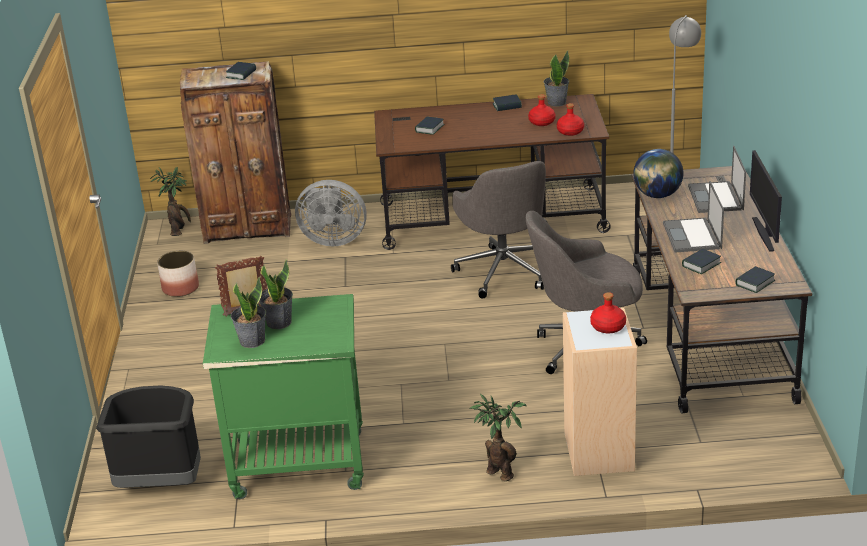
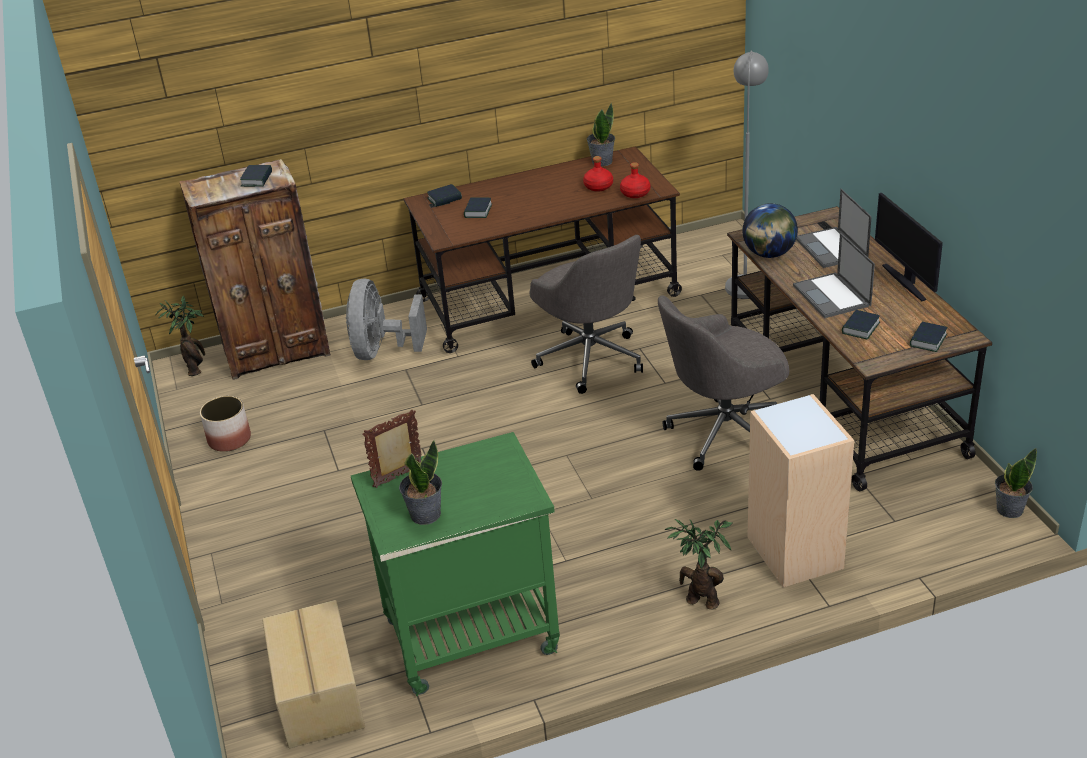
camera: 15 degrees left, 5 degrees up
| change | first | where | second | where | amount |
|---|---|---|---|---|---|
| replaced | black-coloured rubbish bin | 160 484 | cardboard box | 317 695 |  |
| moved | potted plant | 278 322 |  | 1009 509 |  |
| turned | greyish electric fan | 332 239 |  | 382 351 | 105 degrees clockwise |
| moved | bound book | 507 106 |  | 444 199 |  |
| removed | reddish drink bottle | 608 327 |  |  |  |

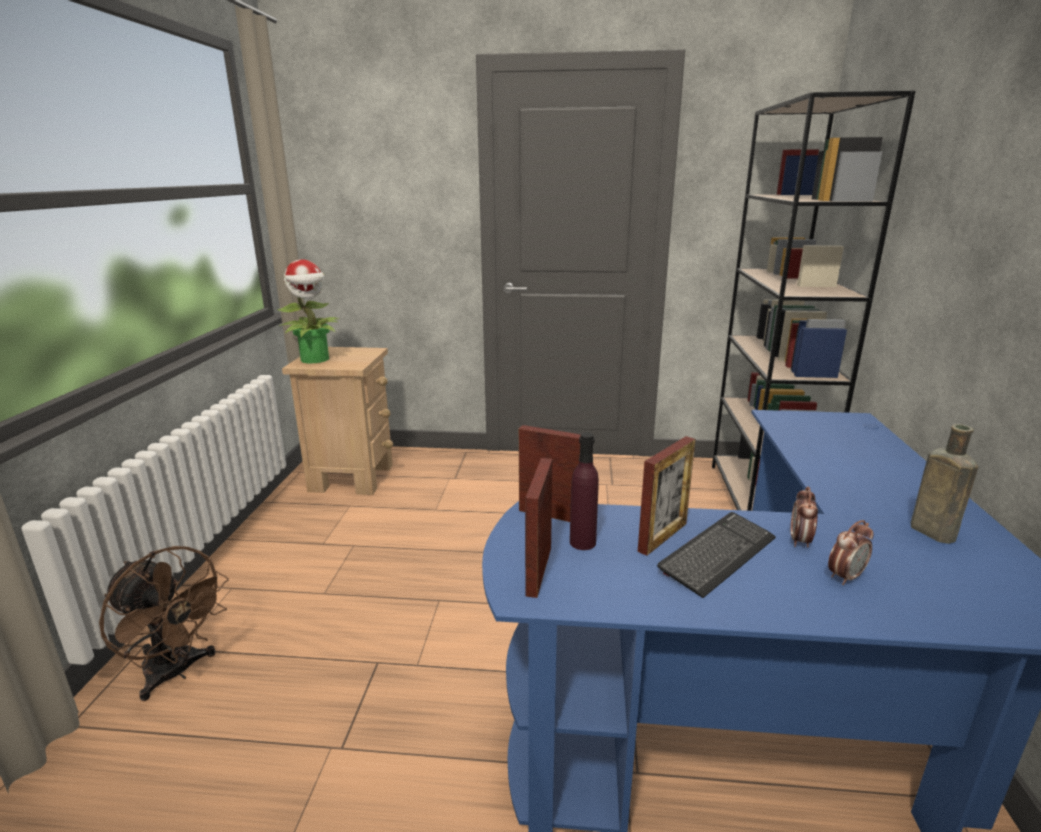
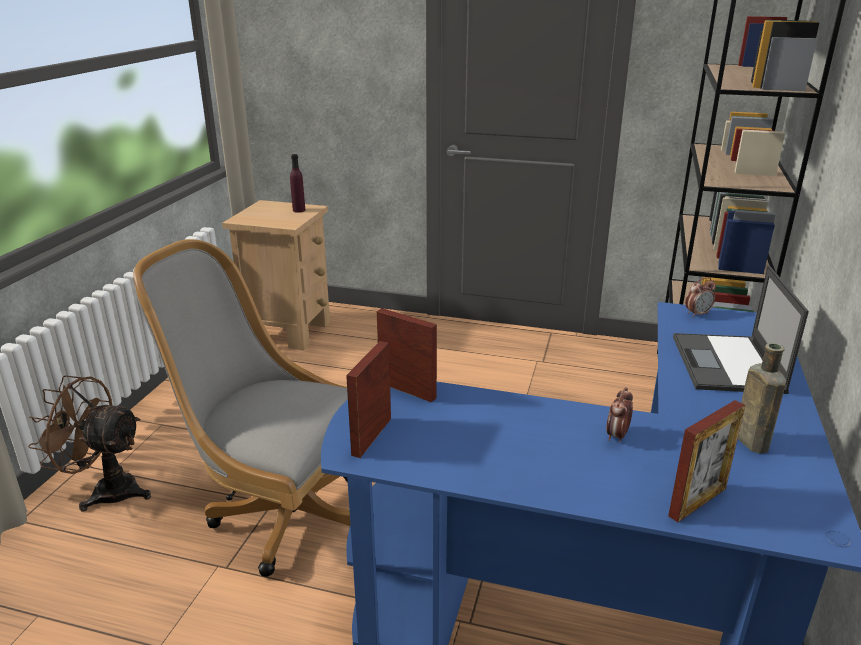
camera: 10 degrees right, 5 degrees up
| change | first | where | second | where | amount |
|---|---|---|---|---|---|
| turned | brown-coloured electric fan | 177 673 |  | 106 490 | 150 degrees clockwise |
| removed | potted plant | 316 359 |  |  |  |
| moved | purple drink bottle | 582 542 |  | 299 210 |  |
| moved | standing frame | 662 537 |  | 697 502 |  |
| removed | keyboard | 718 555 |  |  |  |
| moved | alarm clock | 845 577 |  | 697 314 |  |
| added |  |  | greyish office chair | 279 513 |  |
| added |  |  | portable computer | 727 364 |  |

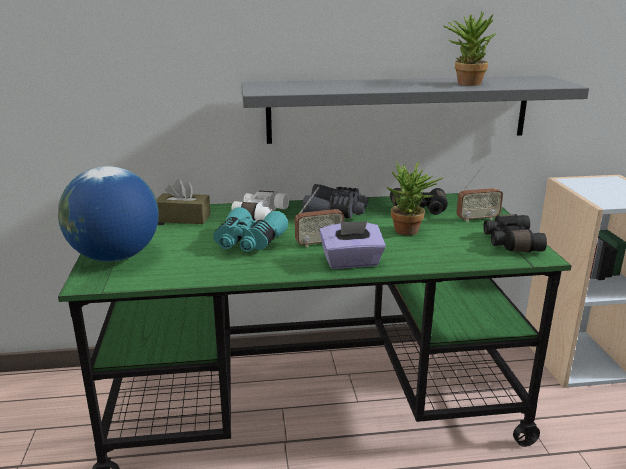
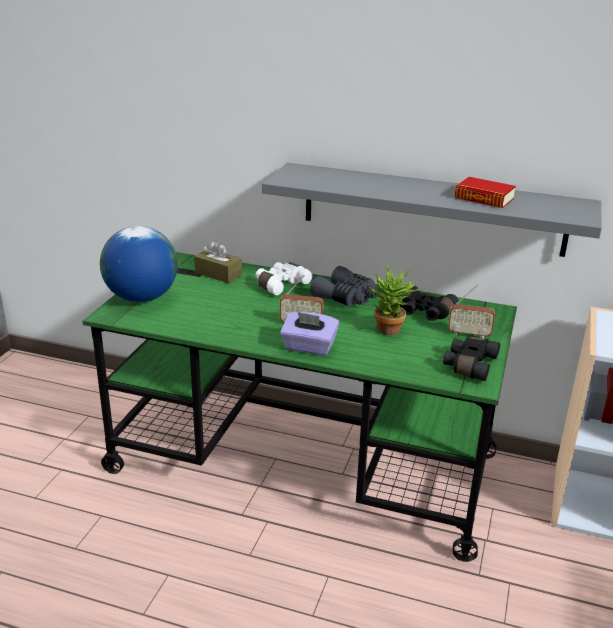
camera: 25 degrees right, 5 degrees up
| change | first | where | second | where | amount |
|---|---|---|---|---|---|
| removed | turquoise binoculars | 248 242 |  |  |  |
| replaced | potted plant | 465 83 | bound book | 484 198 |  |

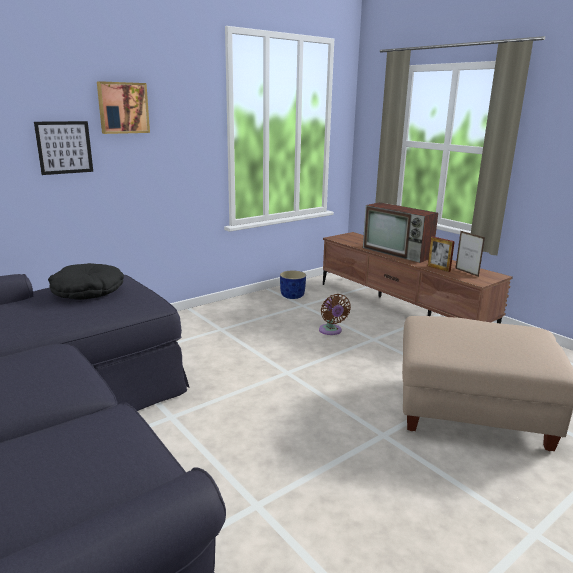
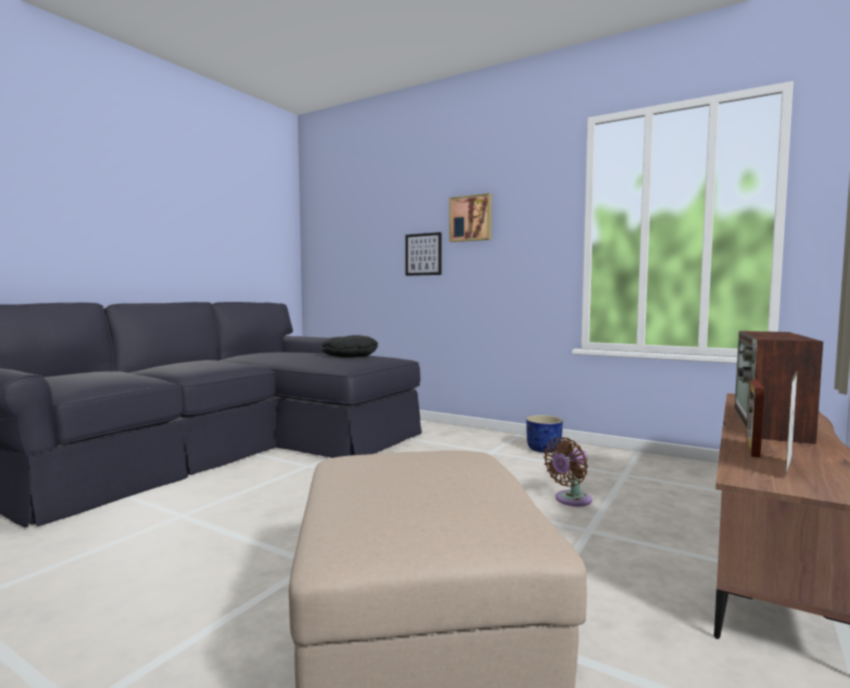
camera: 70 degrees right, 15 degrees down
| change | first | where | second | where | amount |
|---|---|---|---|---|---|
| moved | blue plant pot | 292 296 |  | 544 449 |  |

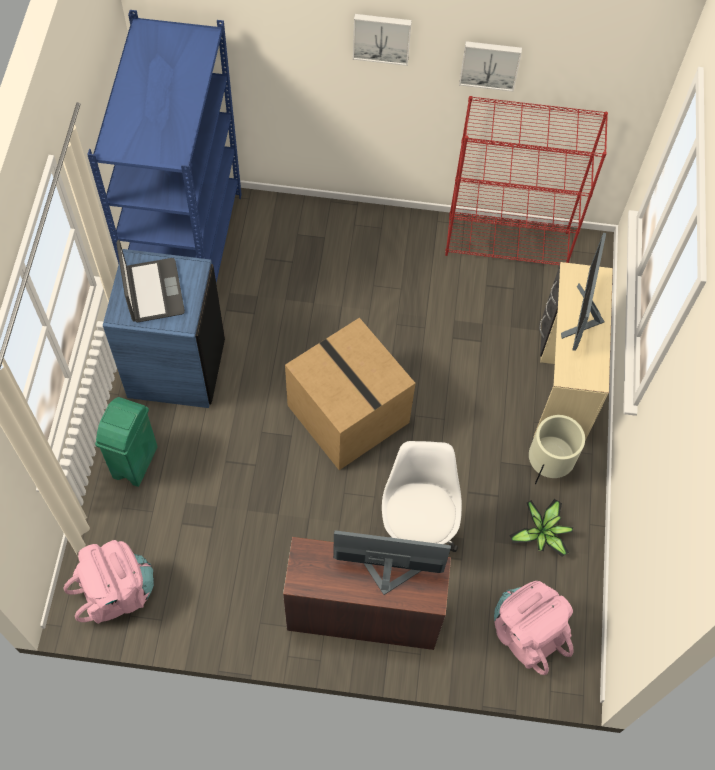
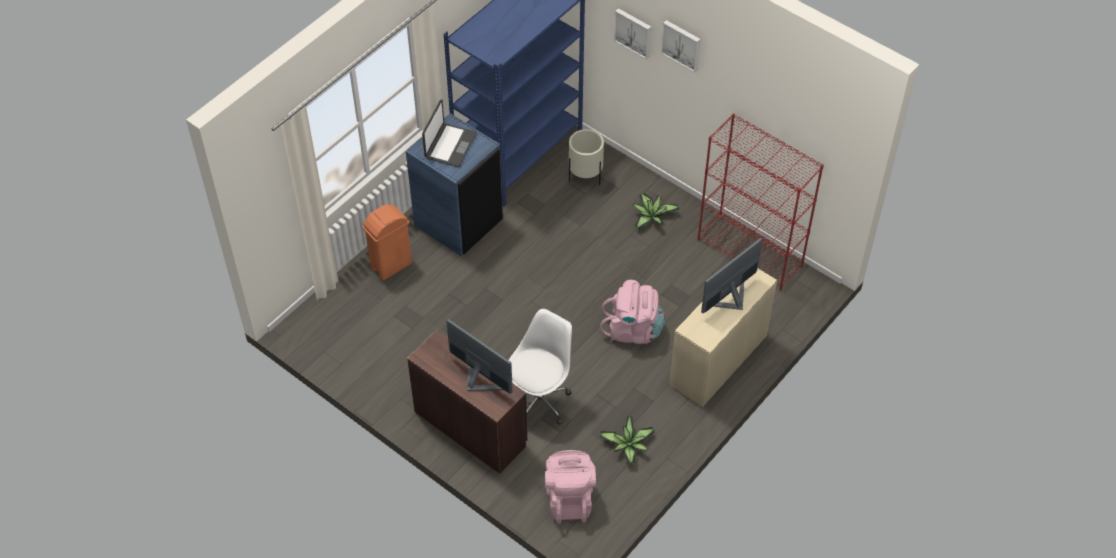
camera: 35 degrees right, 10 degrees down
| change | first | where | second | where | amount |
|---|---|---|---|---|---|
| moved | pink rucksack | 117 592 |  | 633 329 |  |
| recoloured | green-coloured rubbish bin | 134 463 | orange-coloured rubbish bin | 391 265 |  |
| removed | cardboard box | 346 413 |  |  |  |
| moved | picture | 490 64 |  | 633 32 |  |
| moved | sand-coloured plant pot | 548 466 |  | 585 176 |  |
| added |  |  | potted plant | 651 216 |  |

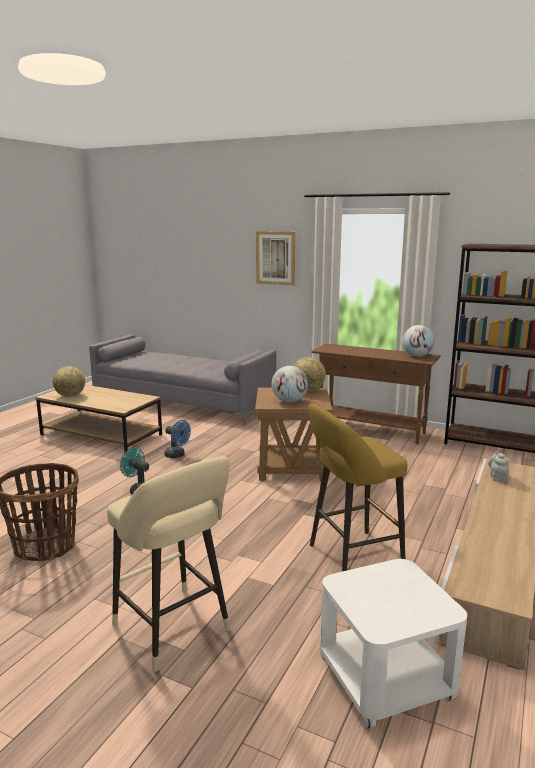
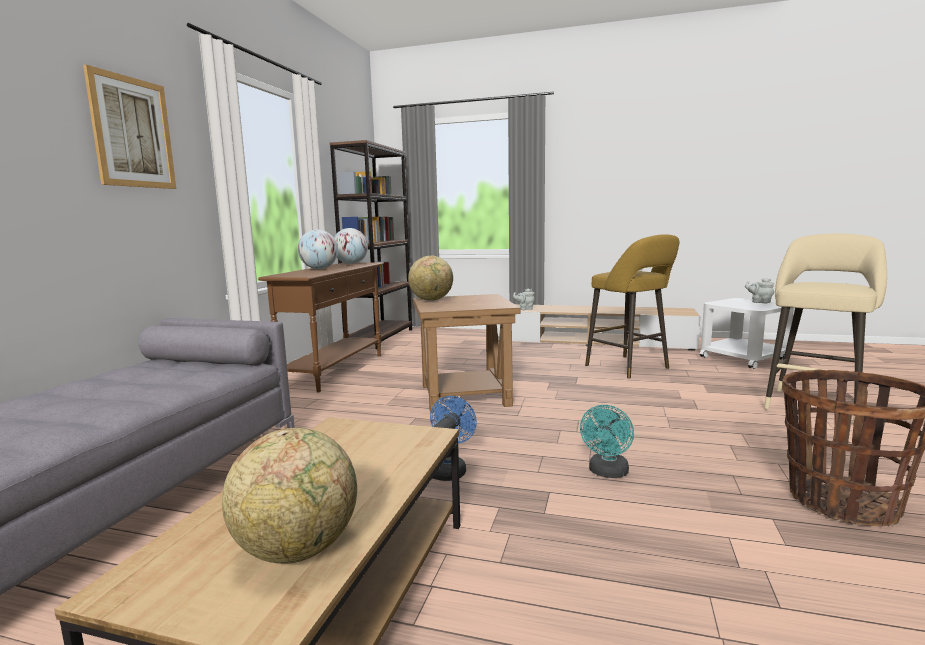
camera: 100 degrees left, 5 degrees down
| change | first | where | second | where | amount |
|---|---|---|---|---|---|
| moved | globe | 289 401 |  | 319 269 |  |
| added |  |  | greyish tea pot | 759 302 |  |

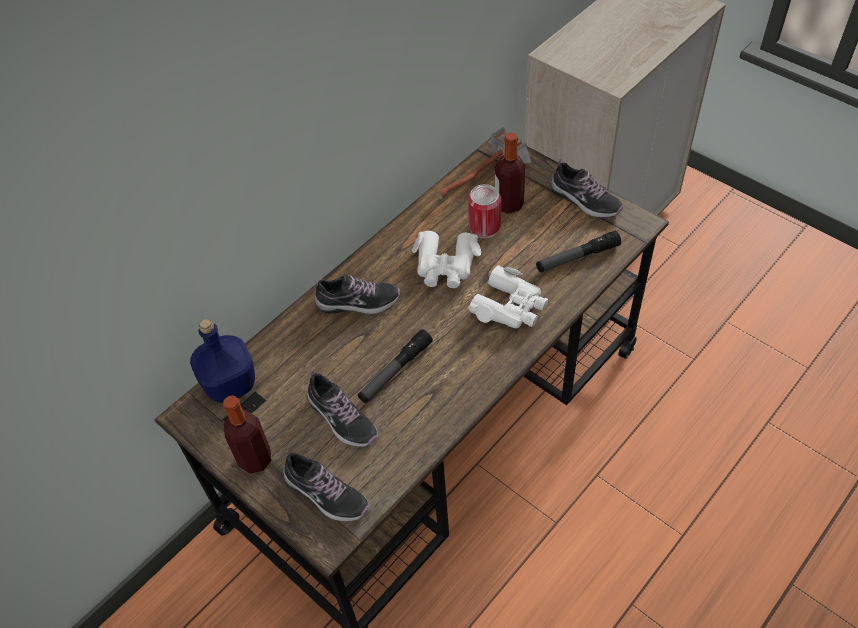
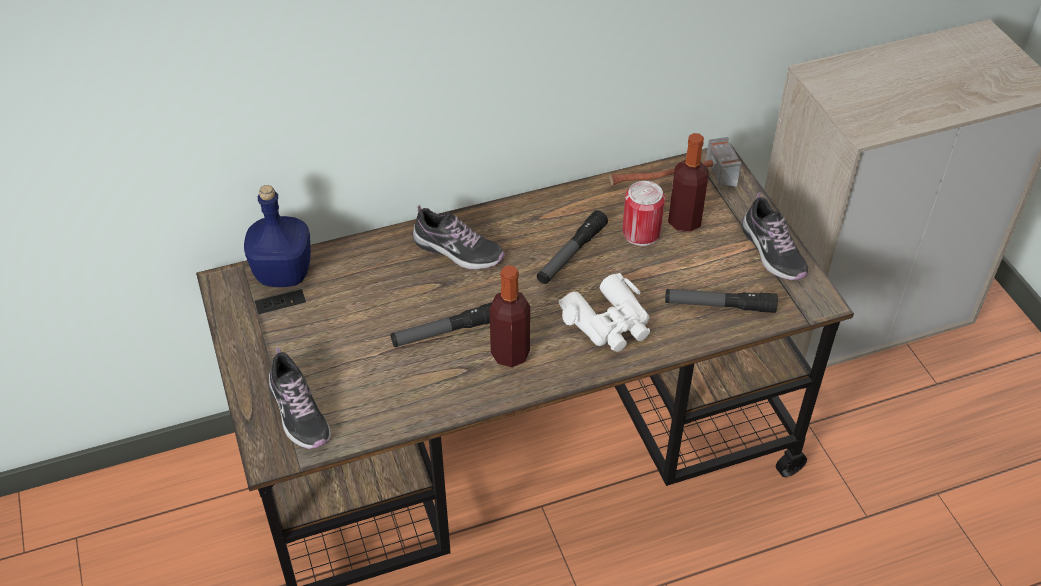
camera: 25 degrees right, 5 degrees down
| change | first | where | second | where | amount |
|---|---|---|---|---|---|
| moved | drink bottle | 255 459 |  | 510 354 |  |
| removed | item of footwear | 342 418 |  |  |  |
| replaced | whitish binoculars | 445 266 | hand torch | 571 254 |  |

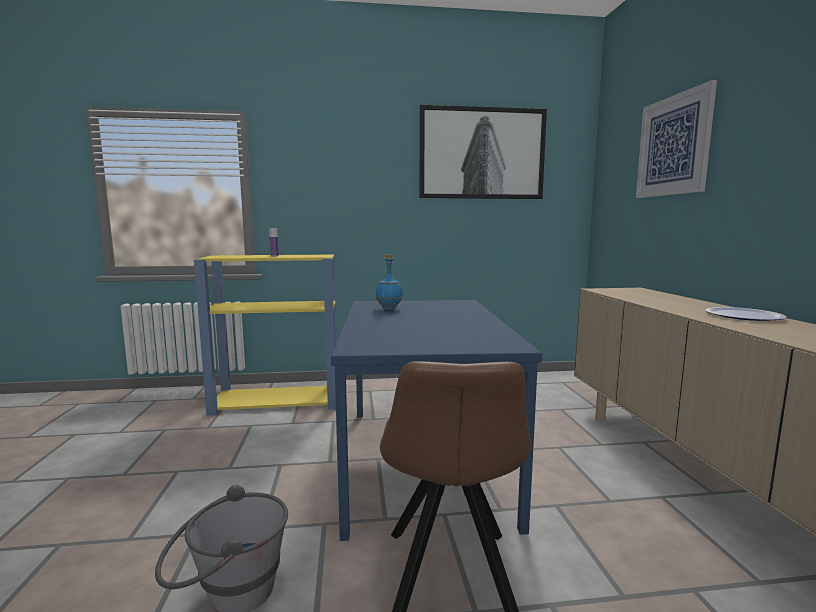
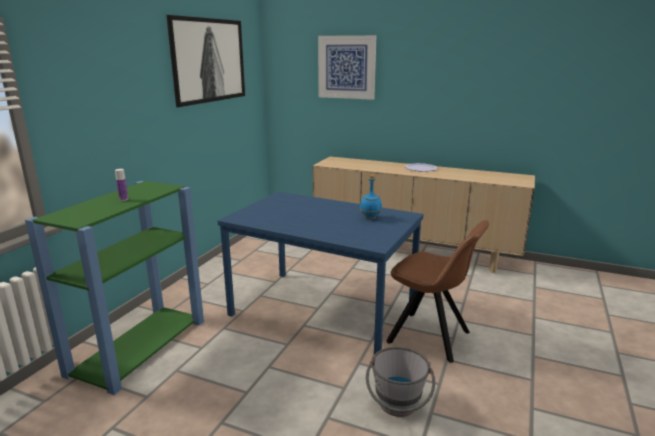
camera: 60 degrees left, 10 degrees up
| change | first | where | second | where | amount |
|---|---|---|---|---|---|
| recoloured | yellow bookcase | 278 401 | green-coloured bookcase | 140 346 |  |
| moved | blue drink bottle | 389 309 |  | 370 218 |  |

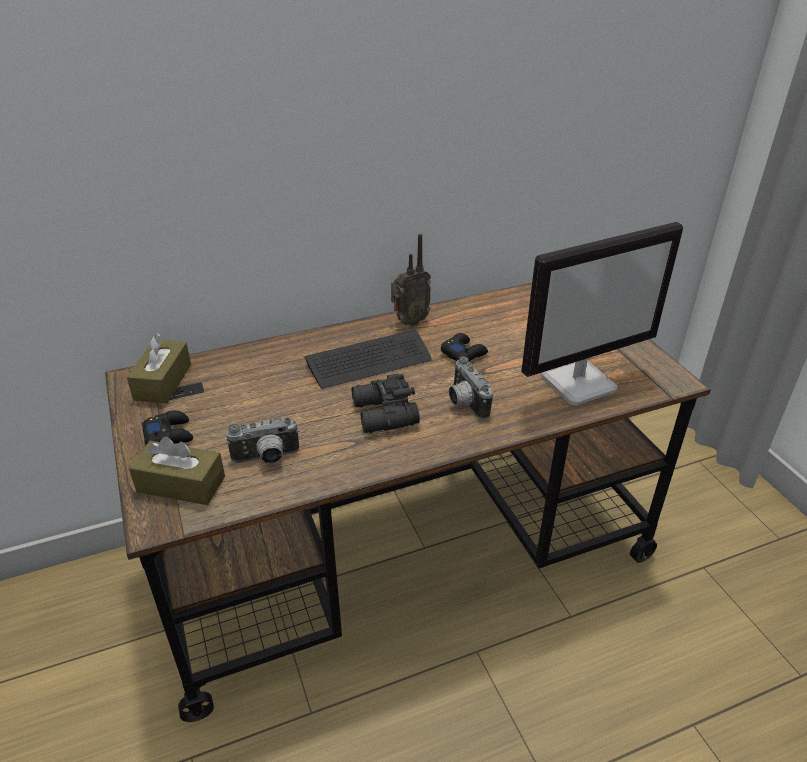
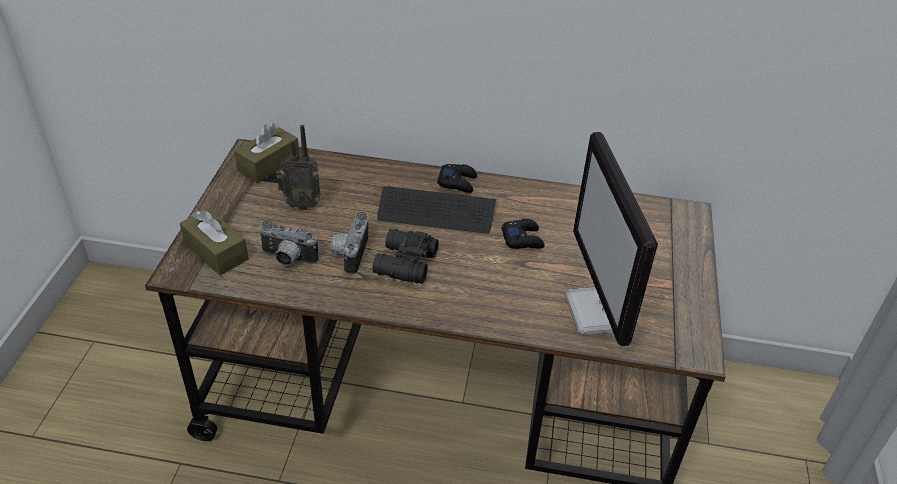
camera: 30 degrees right, 5 degrees up
| change | first | where | second | where | amount |
|---|---|---|---|---|---|
| moved | black-coloured joypad | 169 434 |  | 457 182 |  |
| moved | radio receiver | 409 322 |  | 301 204 |  |
| moved | photo camera | 464 403 |  | 349 253 |  |
| turned | computer display | 579 382 |  | 600 312 | 75 degrees clockwise |

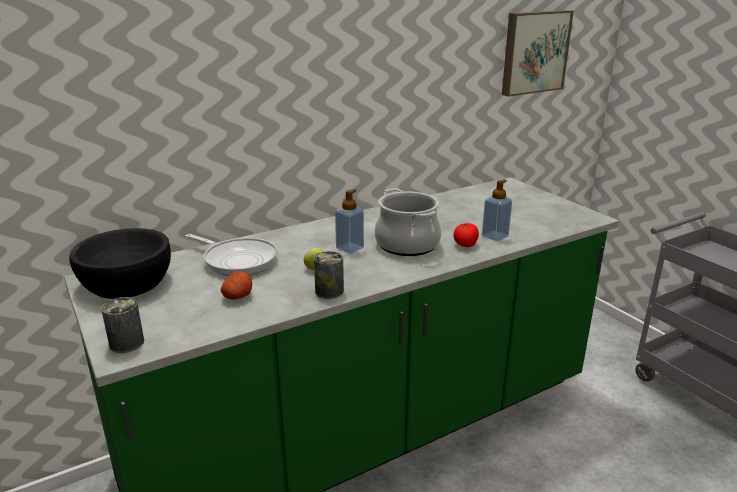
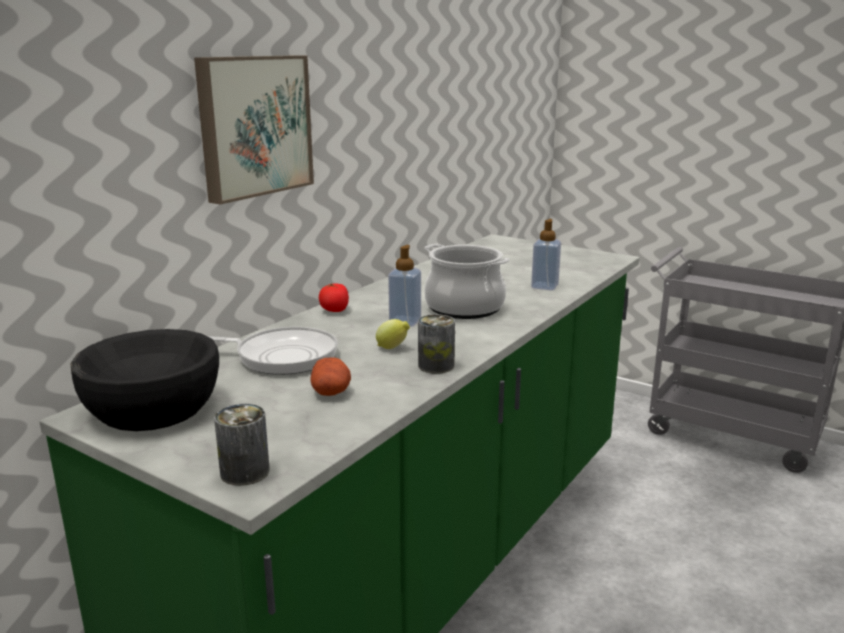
camera: 25 degrees left, 5 degrees down
| change | first | where | second | where | amount |
|---|---|---|---|---|---|
| moved | fresh tomato | 465 245 |  | 335 310 |  |
| moved | picture | 534 52 |  | 253 126 |  |

